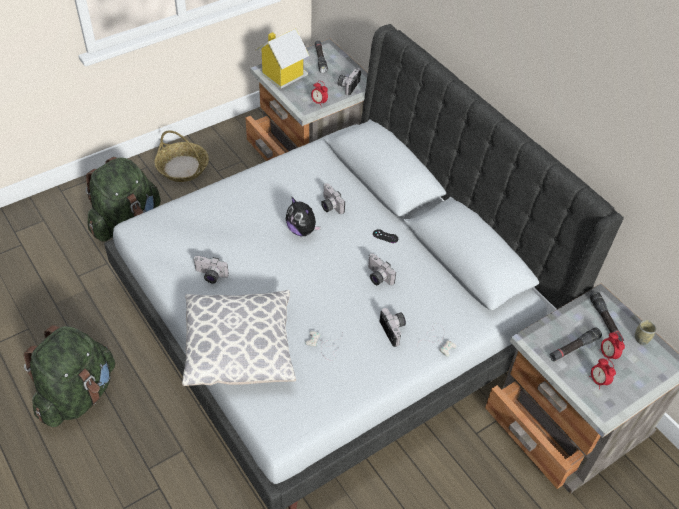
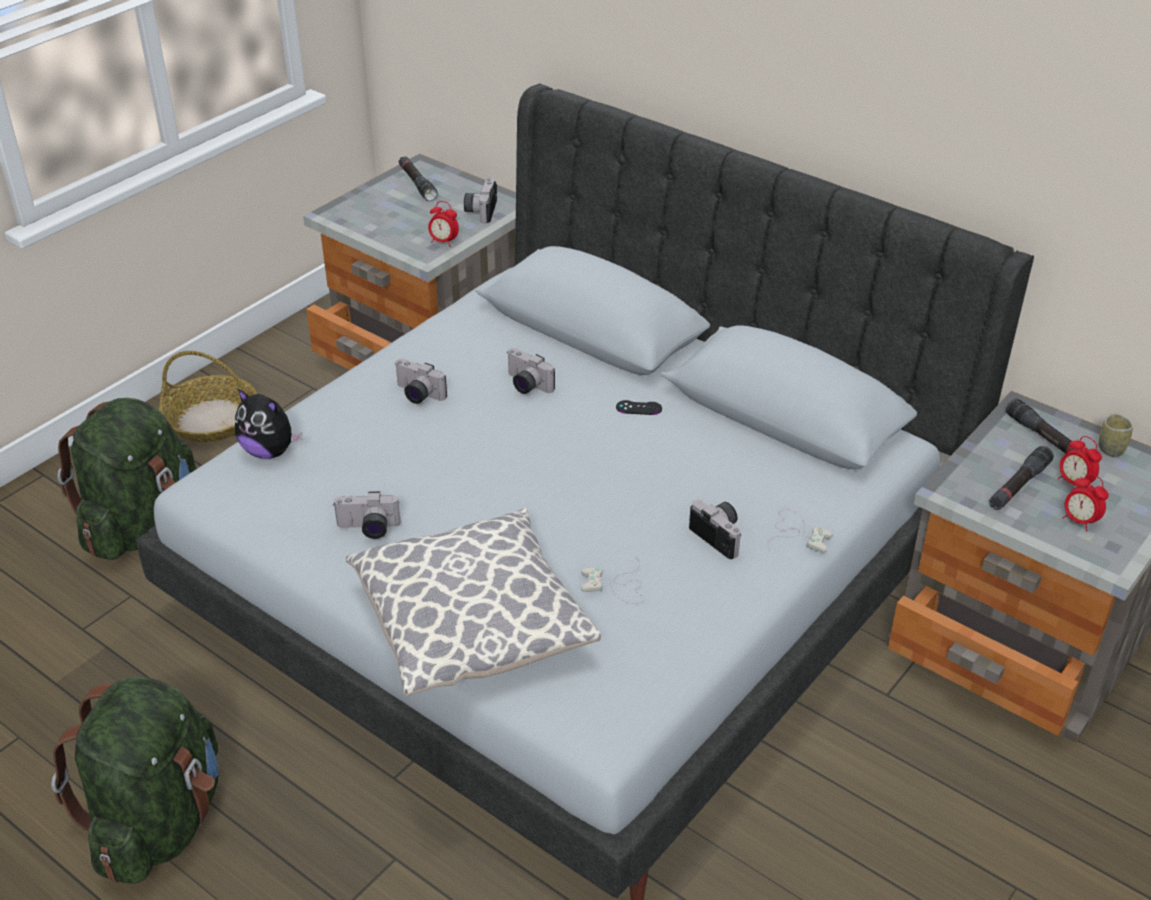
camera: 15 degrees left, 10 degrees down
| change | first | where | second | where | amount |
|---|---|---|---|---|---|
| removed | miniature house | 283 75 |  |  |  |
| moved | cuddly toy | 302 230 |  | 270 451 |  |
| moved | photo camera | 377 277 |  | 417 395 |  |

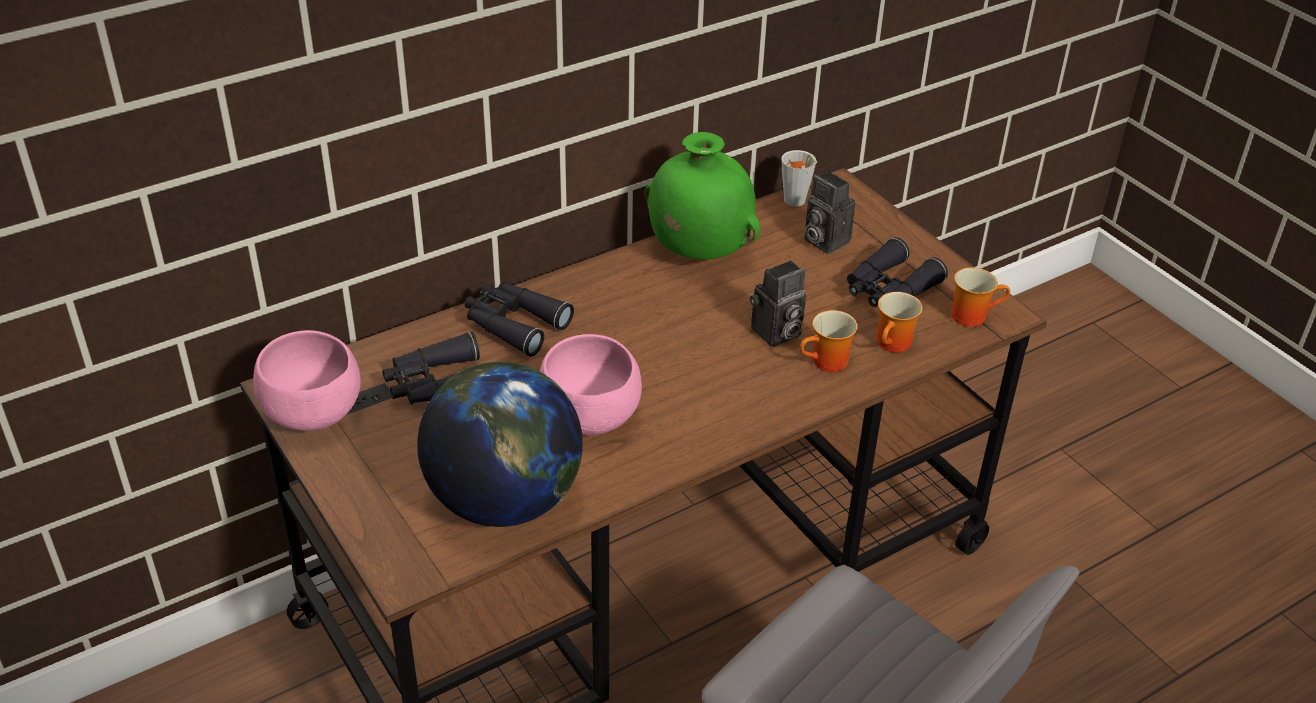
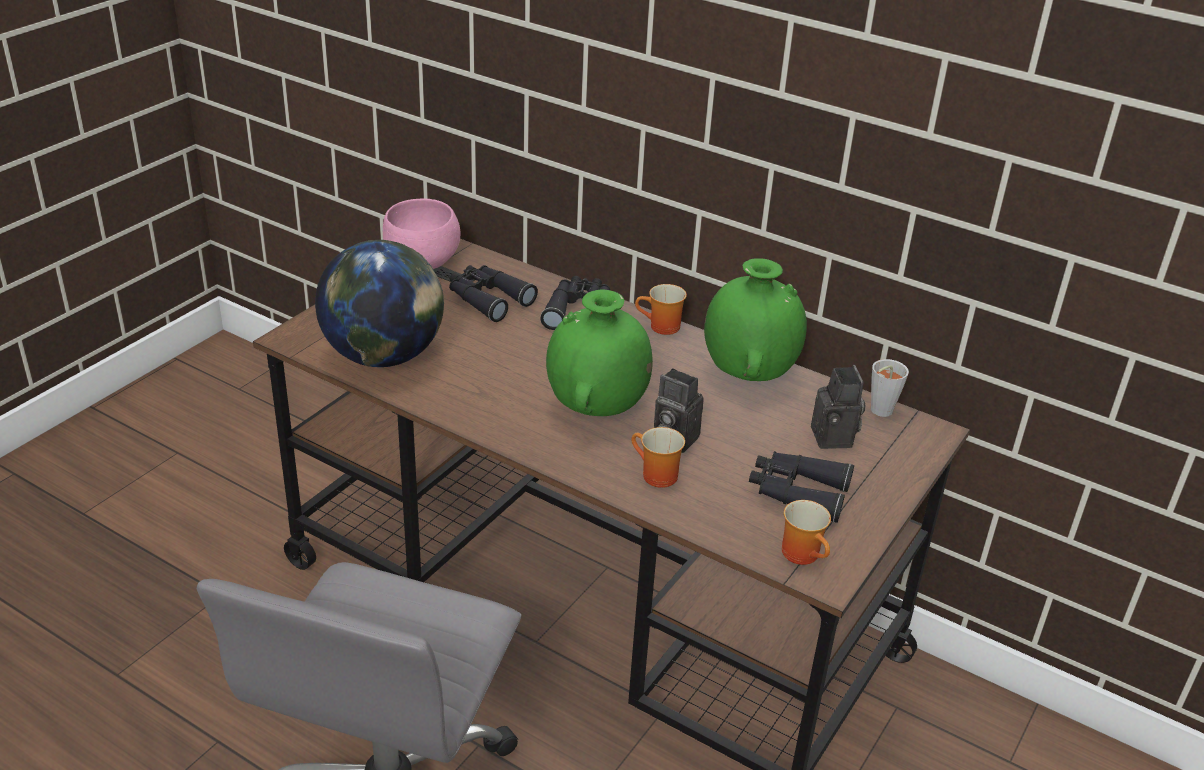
camera: 65 degrees right, 5 degrees down
| change | first | where | second | where | amount |
|---|---|---|---|---|---|
| removed | pink serving bowl | 593 419 |  |  |  |
| turned | photo camera | 823 240 |  | 835 439 | 150 degrees clockwise |
| moved | coffee mug | 894 345 |  | 661 328 |  |
| added |  |  | green-coloured decorative vase | 597 410 |  |

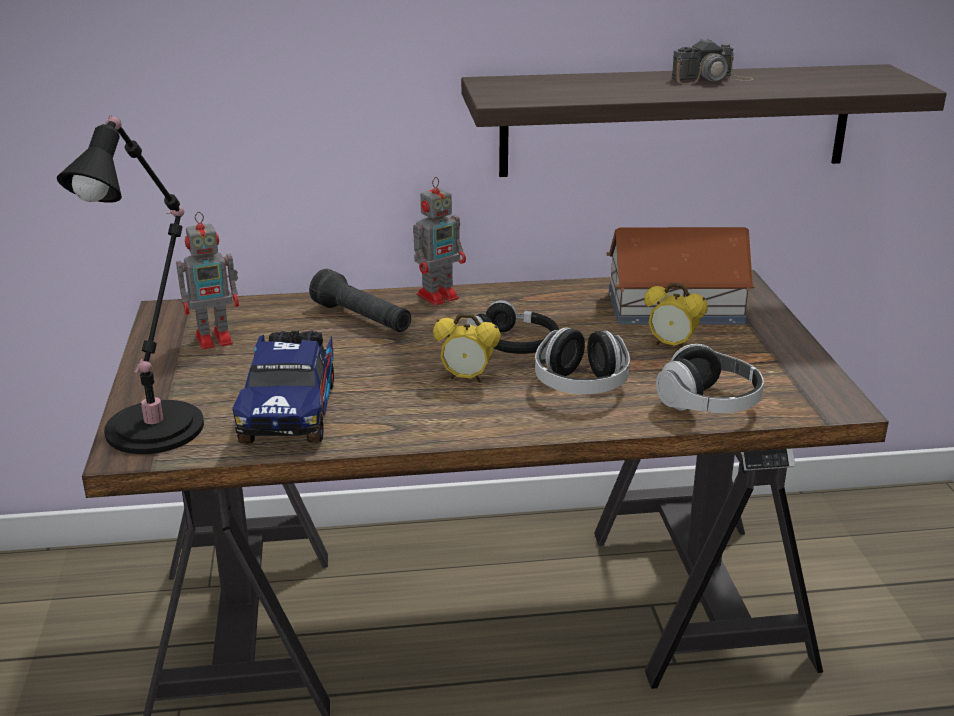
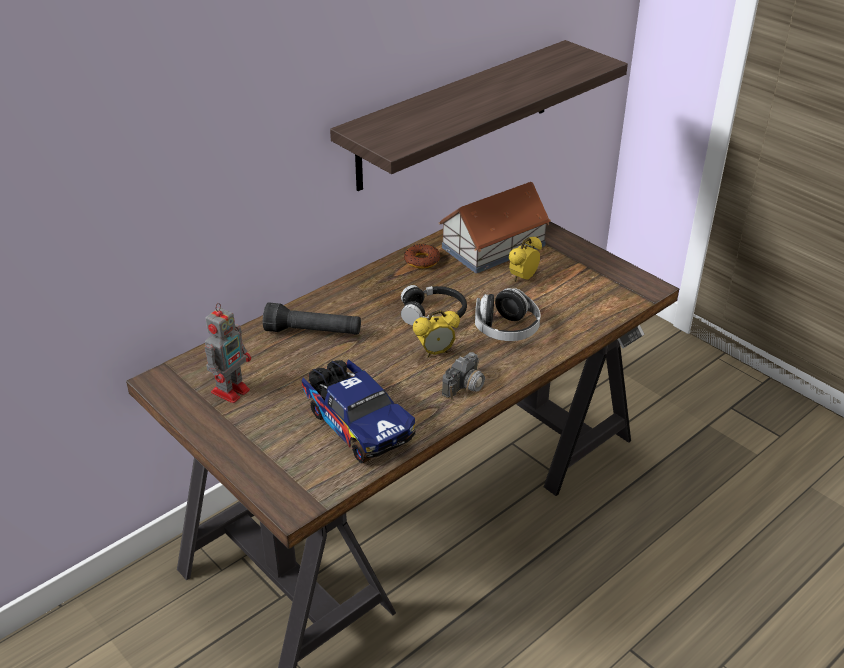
camera: 35 degrees left, 10 degrees up
| change | first | where | second | where | amount |
|---|---|---|---|---|---|
| removed | black-coloured lamp for a table | 159 424 |  |  |  |
| removed | model robot | 439 295 |  |  |  |
| turned | alarm clock | 671 345 |  | 523 278 | 135 degrees clockwise |
| removed | headset | 708 404 |  |  |  |
| moved | photo camera | 712 79 |  | 470 384 |  |
| added |  |  | doughnut | 421 260 |  |

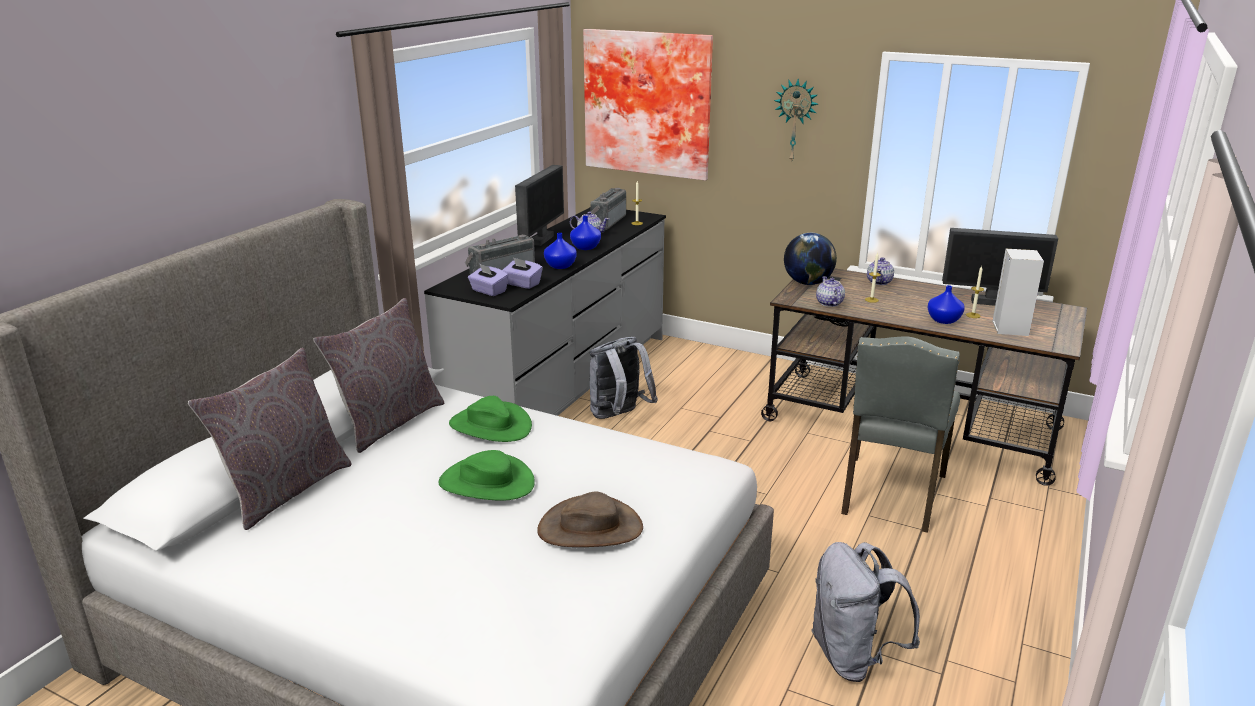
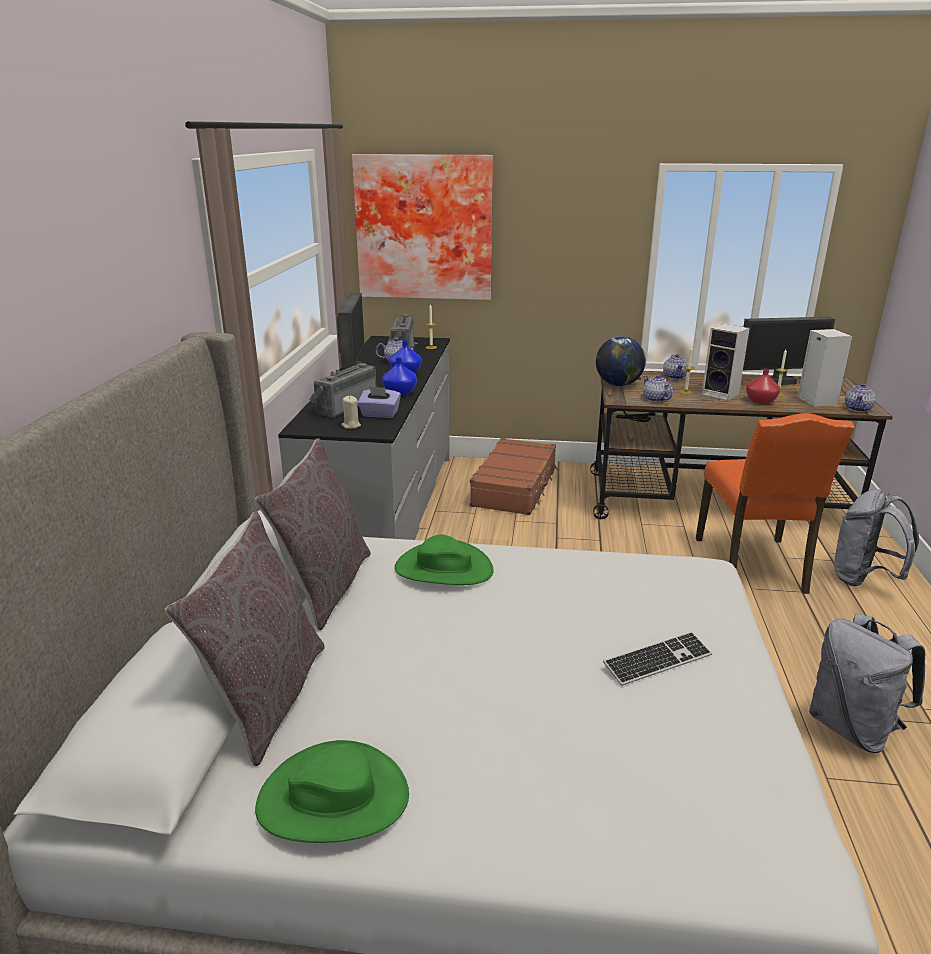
camera: 20 degrees left, 0 degrees up
| change | first | where | second | where | amount |
|---|---|---|---|---|---|
| moved | green-coloured wearable hat | 487 482 |  | 333 798 |  |
| replaced | purple tissue holder | 488 291 | sand-coloured wax light | 351 425 |  |
| replaced | brown-coloured wearable hat | 590 528 | keyboard | 657 660 |  |
| moved | greyish rucksack | 619 416 |  | 863 579 |  |
| removed | hanging clock | 795 120 |  |  |  |
| recoloured | greyish chair | 890 495 | orange-coloured chair | 753 566 |  |
| recoloured | blue decorative vase | 944 320 | reddish decorative vase | 761 401 |  |
| added |  |  | brown-coloured piece of luggage | 515 487 |  |
| added |  |  | speaker | 721 395 |  |
| added |  |  | tea pot | 858 409 |  |

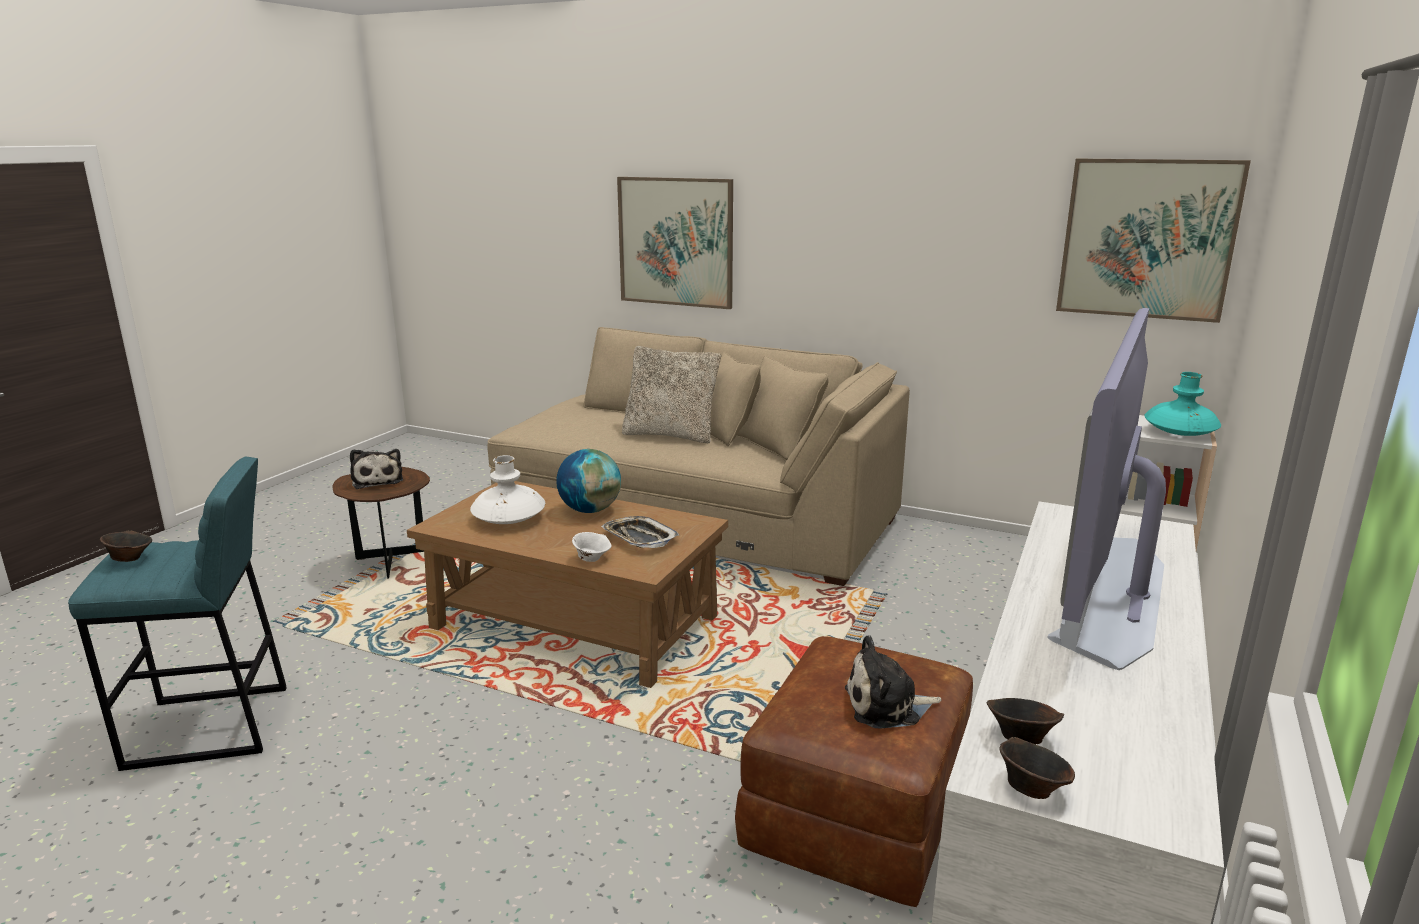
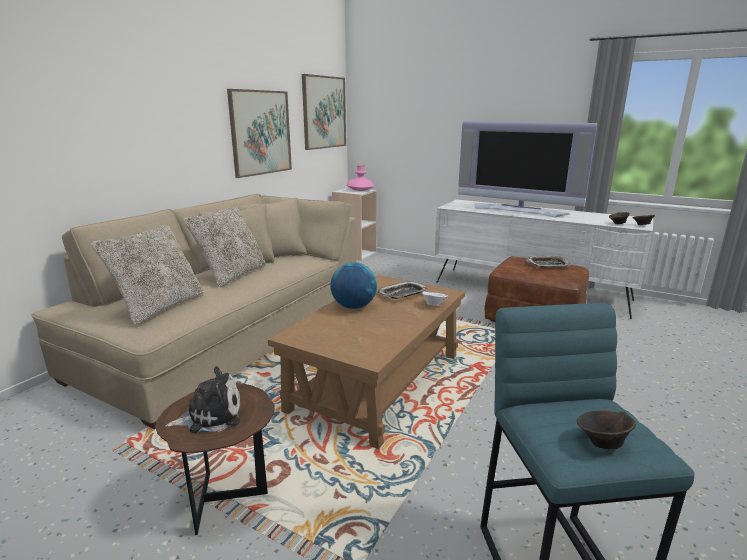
camera: 85 degrees left, 0 degrees up
| change | first | where | second | where | amount |
|---|---|---|---|---|---|
| removed | whitish decorative vase | 509 519 |  |  |  |
| moved | picture | 676 242 |  | 260 132 |  |
| replaced | cuddly toy | 887 706 | serving tray | 547 264 |  |
| recoloured | turquoise decorative vase | 1179 432 | pink decorative vase | 360 190 |  |
| added |  |  | sand-coloured throw pillow | 159 306 |  |

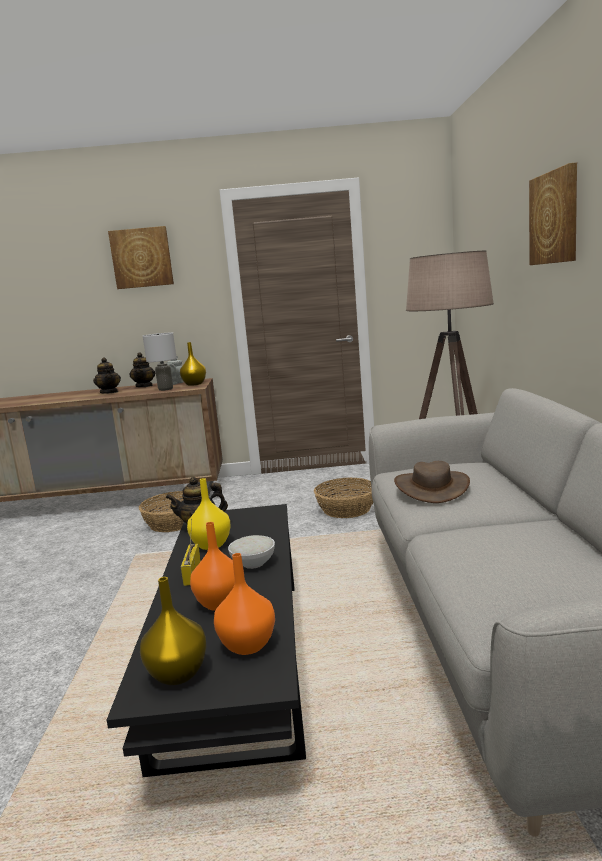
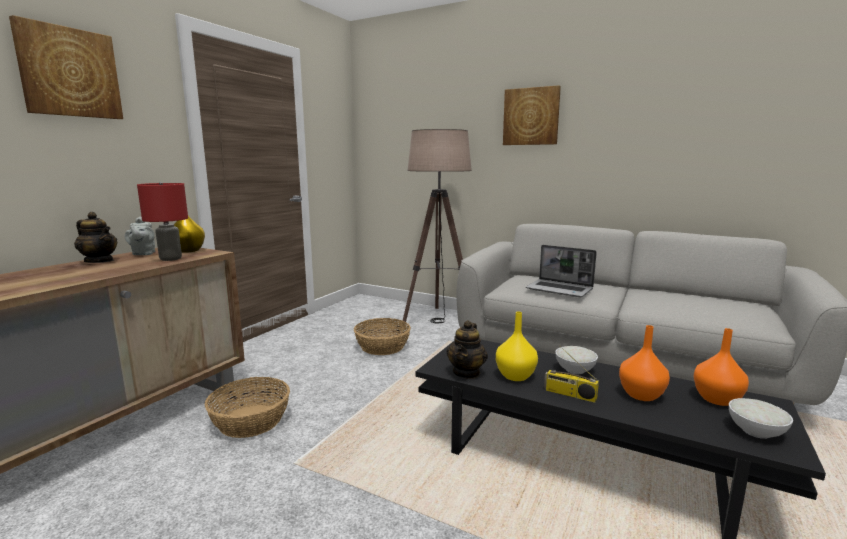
camera: 60 degrees left, 0 degrees up
| change | first | where | second | where | amount |
|---|---|---|---|---|---|
| removed | tea pot | 109 392 |  |  |  |
| replaced | yellow decorative vase | 178 673 | whitish serving bowl | 755 431 |  |
| recoloured | whitish lamp for a table | 166 389 | reddish lamp for a table | 172 259 |  |
| replaced | brown-coloured wearable hat | 431 487 | portable computer | 560 289 |  |

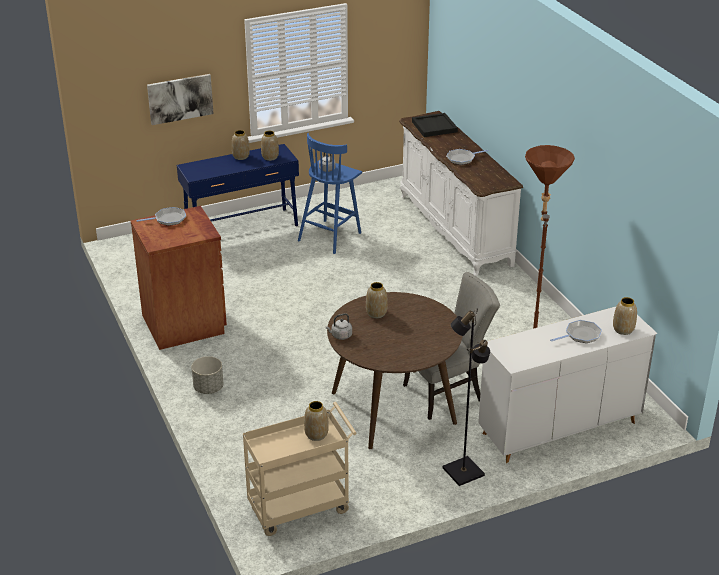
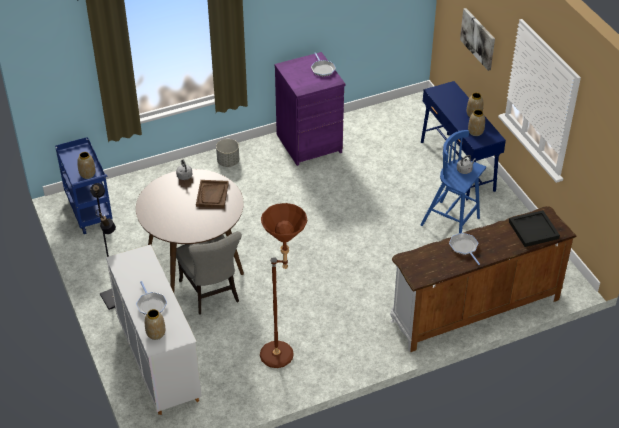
camera: 90 degrees right, 10 degrees up
| change | first | where | second | where | amount |
|---|---|---|---|---|---|
| recoloured | brown-coloured drawer chest | 183 324 | purple drawer chest | 310 143 |  |
| recoloured | sand-coloured trolley | 301 511 | blue trolley | 89 213 |  |
| replaced | decorative vase | 376 313 | brown-coloured serving tray | 212 195 |  |

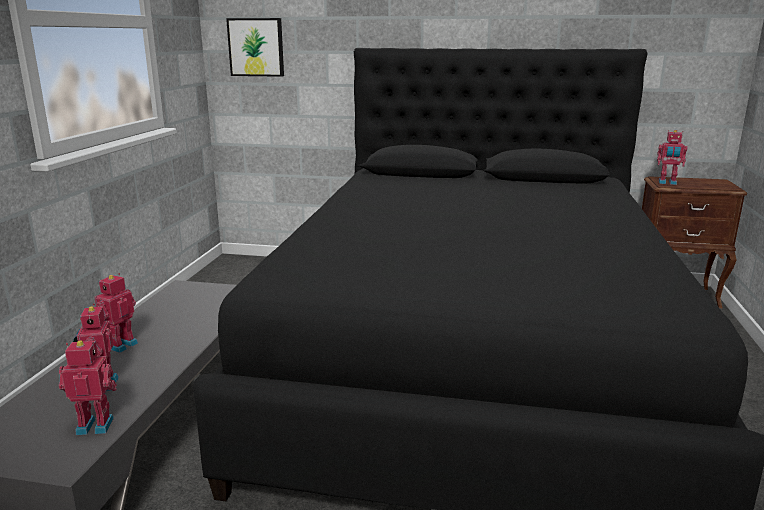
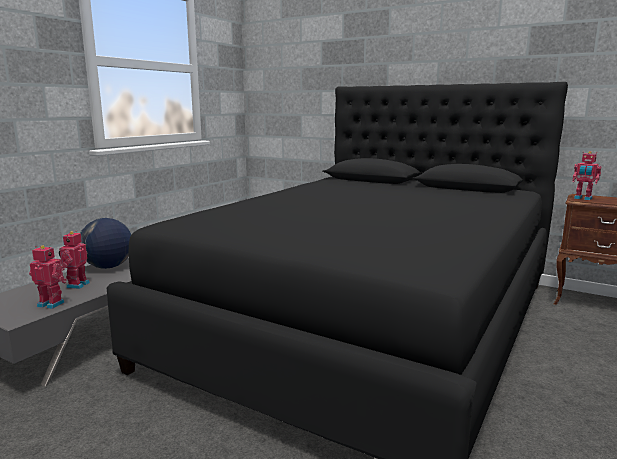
camera: 20 degrees right, 5 degrees down
| change | first | where | second | where | amount |
|---|---|---|---|---|---|
| replaced | model robot | 120 345 | globe | 108 267 |  |
| removed | picture | 256 47 |  |  |  |

